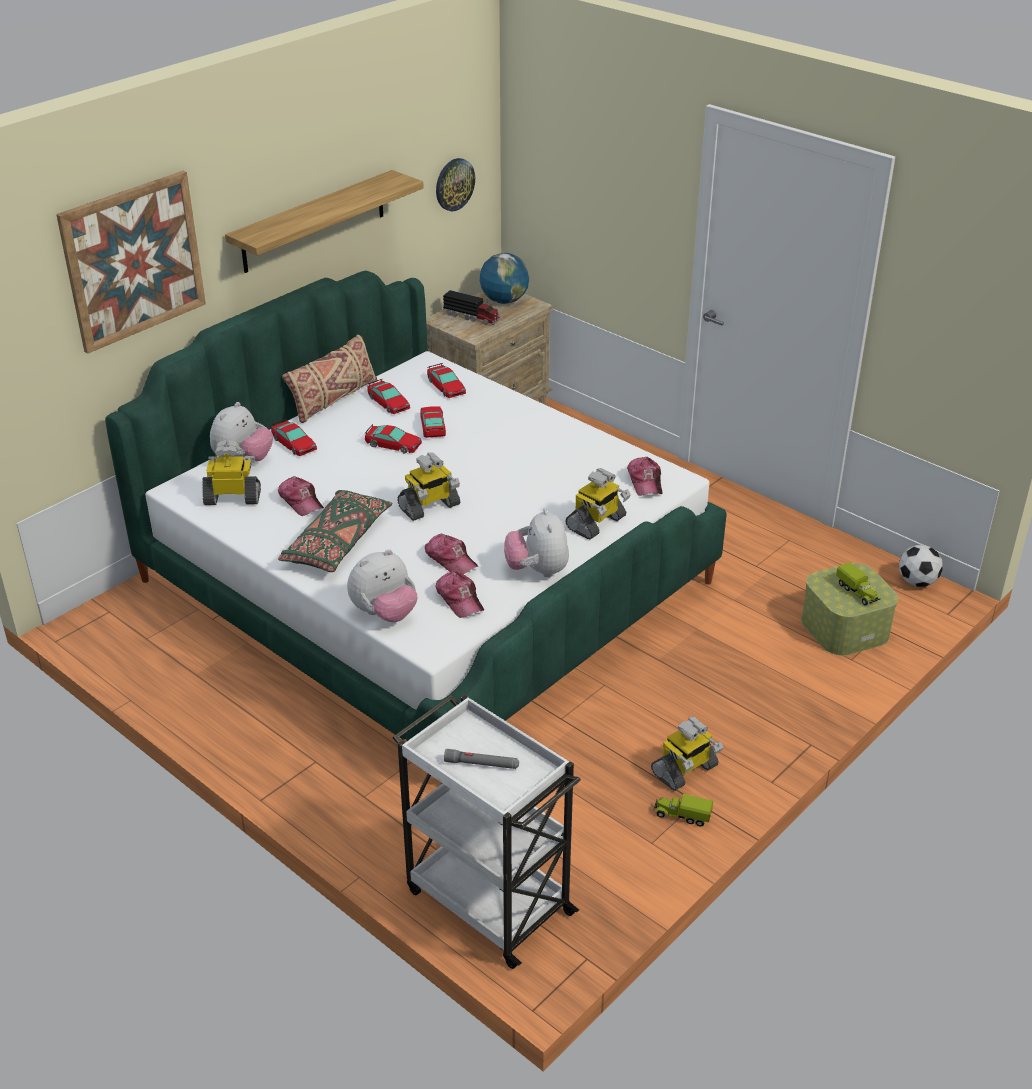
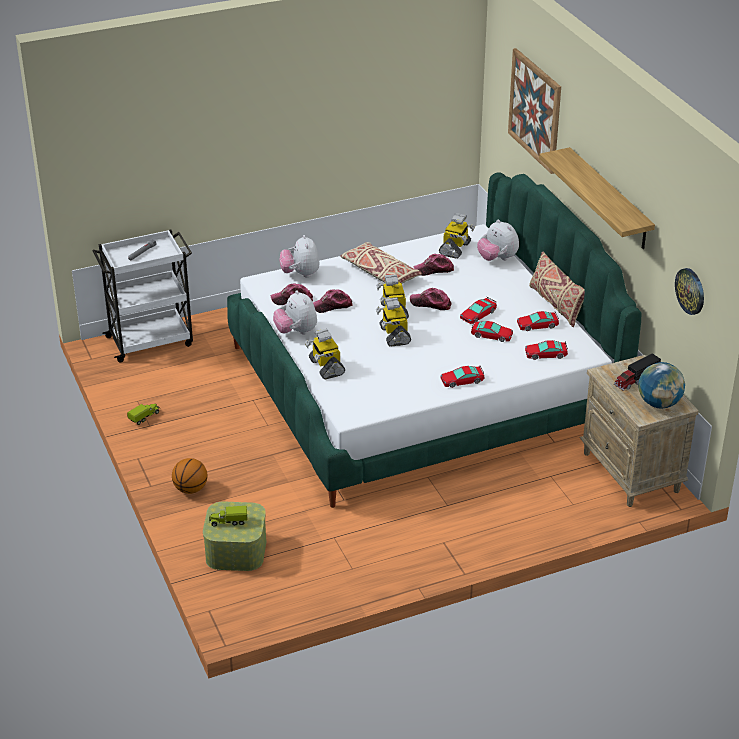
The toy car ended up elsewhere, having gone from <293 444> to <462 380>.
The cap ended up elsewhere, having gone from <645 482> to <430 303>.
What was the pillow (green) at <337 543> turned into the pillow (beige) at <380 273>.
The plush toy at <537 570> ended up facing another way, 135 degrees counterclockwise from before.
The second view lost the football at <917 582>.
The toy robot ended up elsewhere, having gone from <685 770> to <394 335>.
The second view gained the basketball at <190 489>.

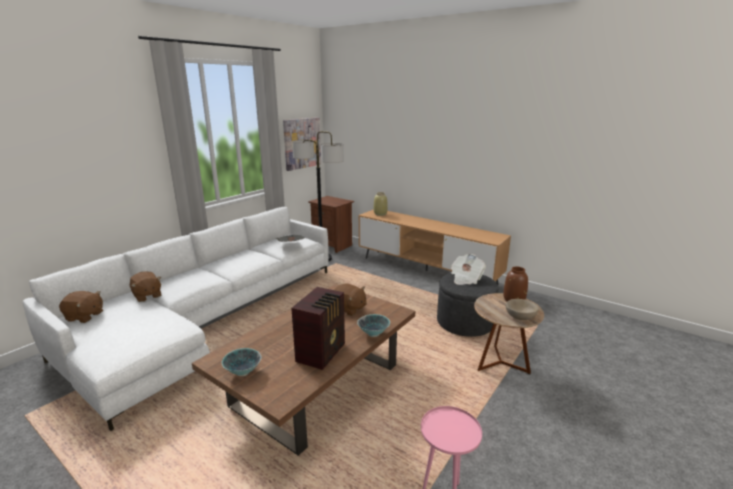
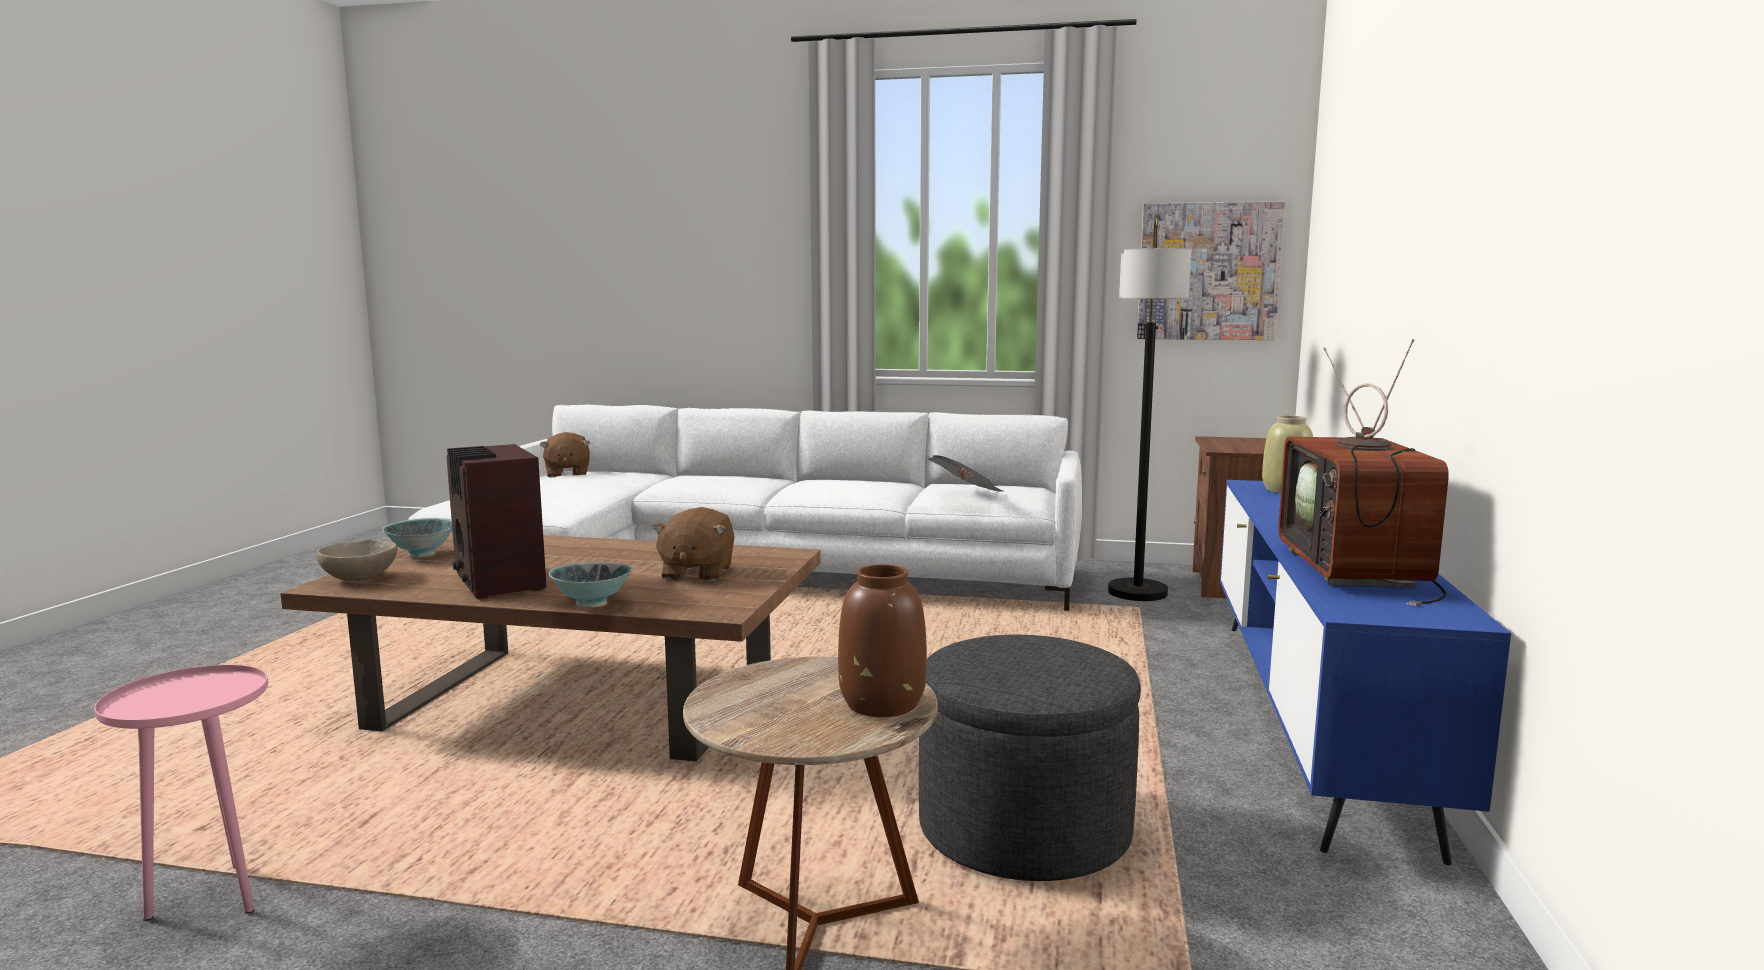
What was the tv stand (brown) at <426 270> turned into the tv stand (blue) at <1310 716>.
The second view lost the newspaper at <466 278>.
The second view lost the plush toy (brown) at <147 296>.
The radio at <322 352> ended up facing another way, 60 degrees clockwise from before.
The bowl (beige) ended up elsewhere, having gone from <520 317> to <360 578>.
The second view gained the television at <1359 571>.

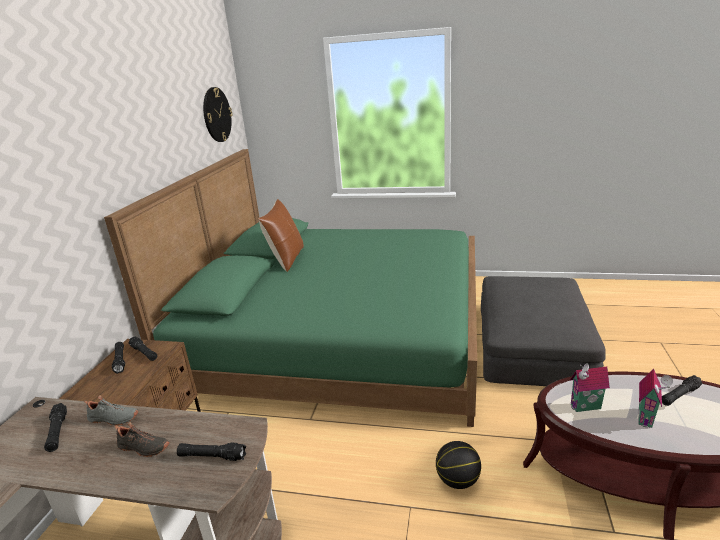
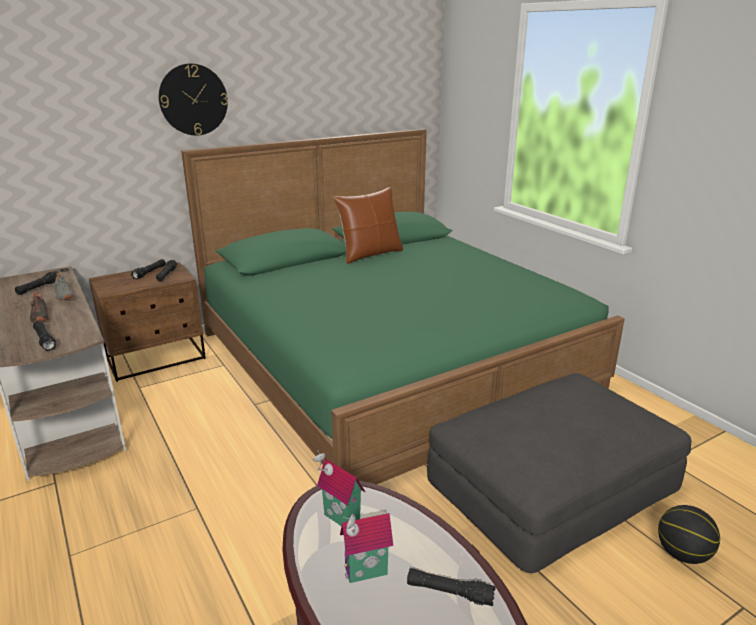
The wall clock ended up elsewhere, having gone from <217 115> to <193 100>.
The basketball ended up elsewhere, having gone from <458 480> to <682 554>.

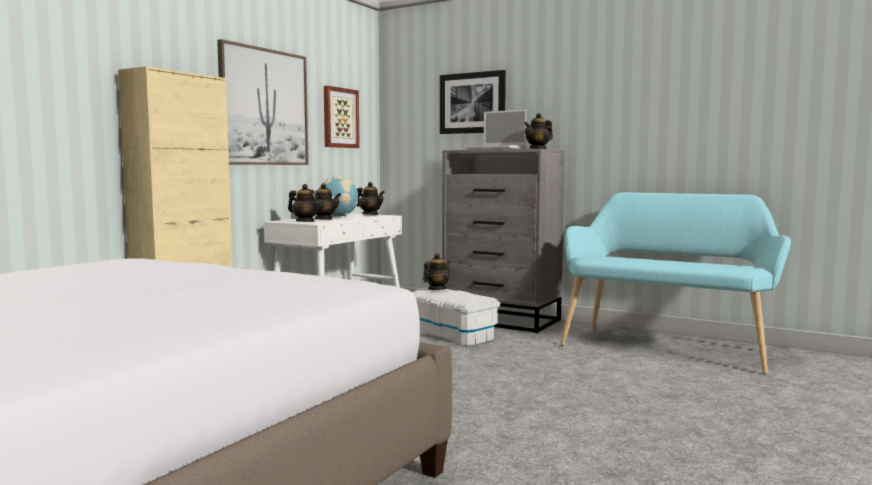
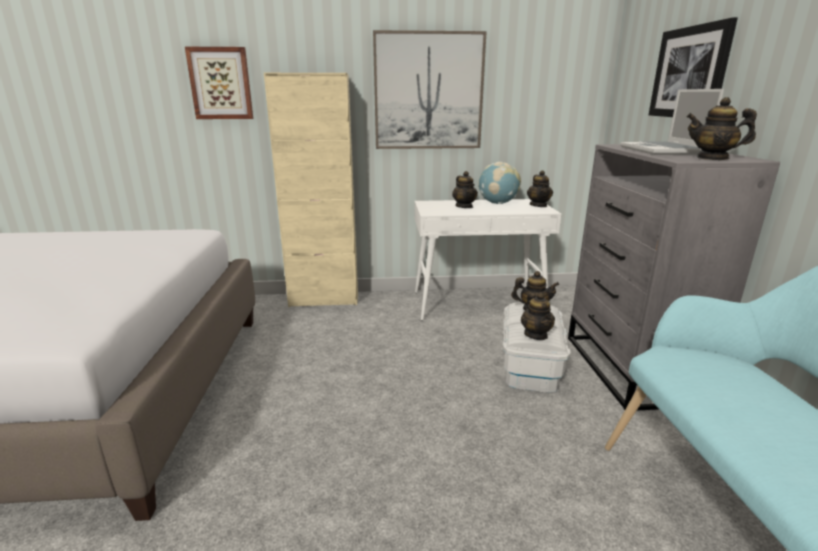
The picture ended up elsewhere, having gone from <340 118> to <221 83>.
The teapot ended up elsewhere, having gone from <305 222> to <536 335>.

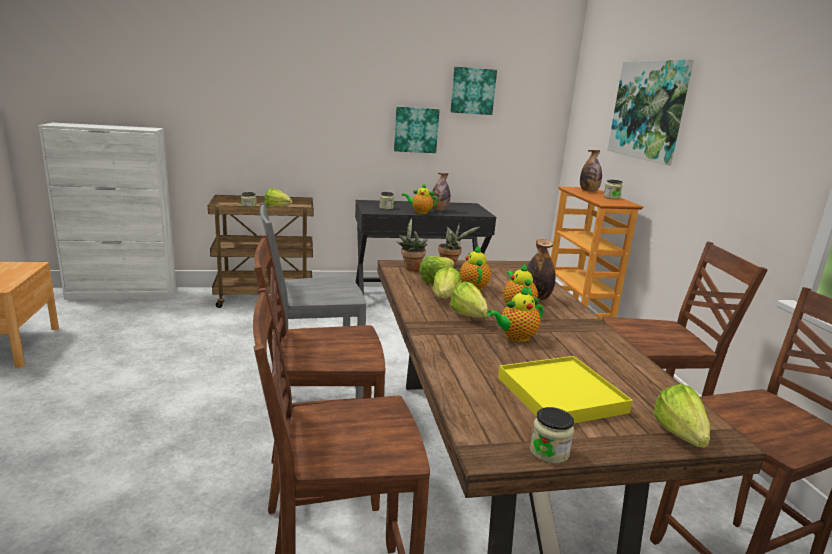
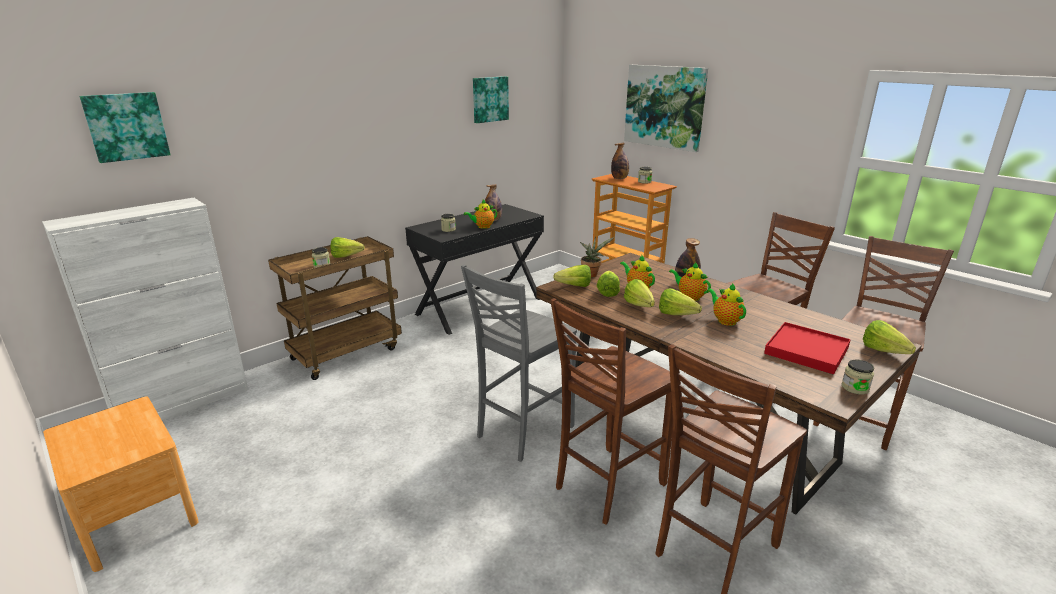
The picture ended up elsewhere, having gone from <416 130> to <126 126>.
Where the potted plant stood at <410 267>, the lettuce came to stand at <571 286>.
The teapot at <515 337> ended up facing another way, 120 degrees clockwise from before.
What was the tray (yellow) at <560 395> turned into the tray (red) at <806 351>.

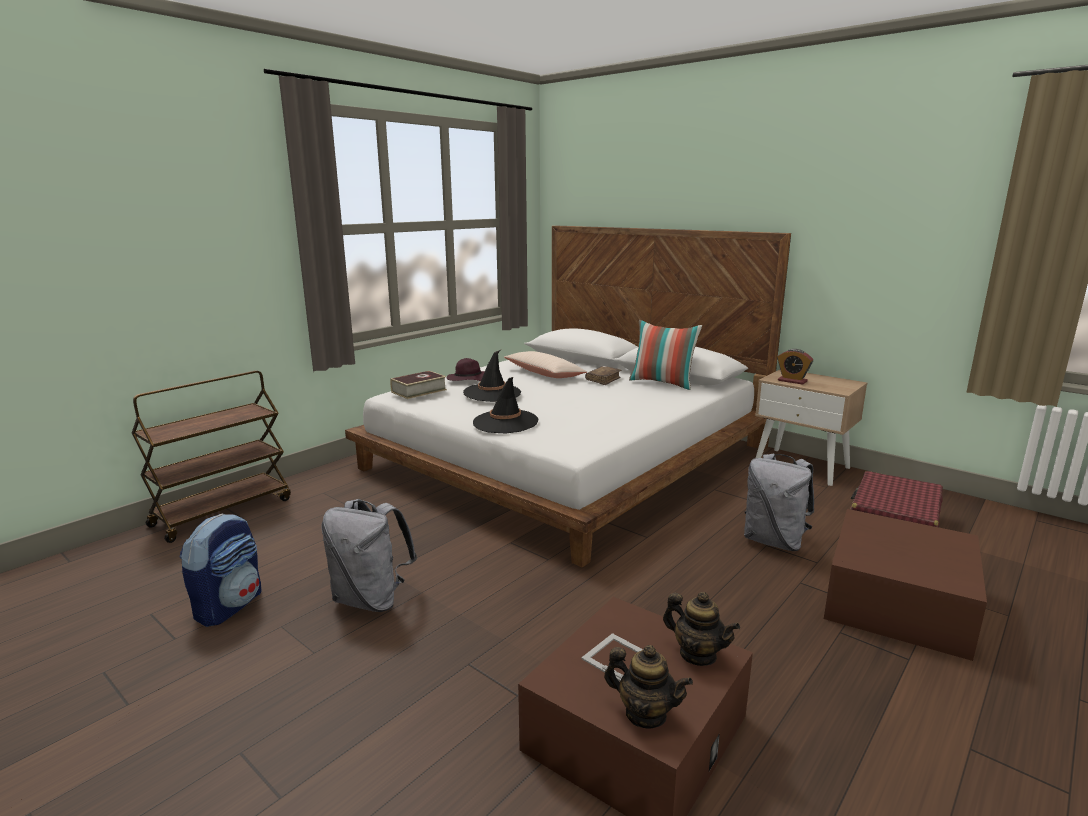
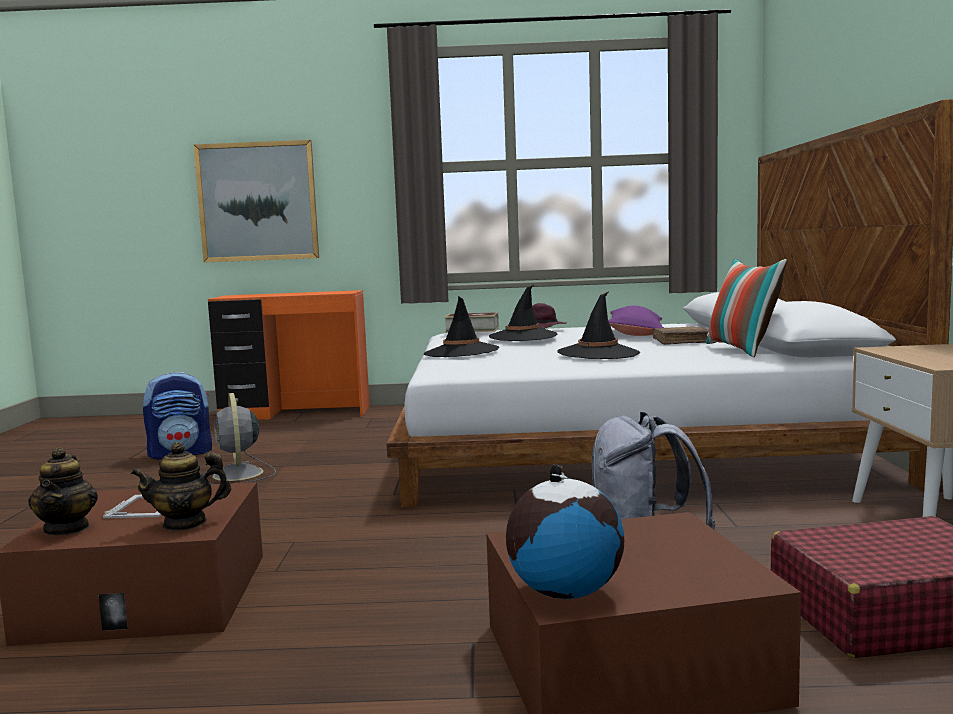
The second view lost the alarm clock at <792 381>.
What was the pillow (beige) at <544 374> turned into the pillow (purple) at <635 333>.
Where the cart (brown) stood at <223 512>, the desk (orange) came to stand at <296 413>.
Where the backpack (grey) stood at <371 599>, the fan (grey) came to stand at <238 474>.
The teapot at <697 654> ended up facing another way, 75 degrees clockwise from before.
The second view gained the picture at <257 202>.
The second view gained the hat (black) at <598 353>.
The second view gained the globe at <565 592>.

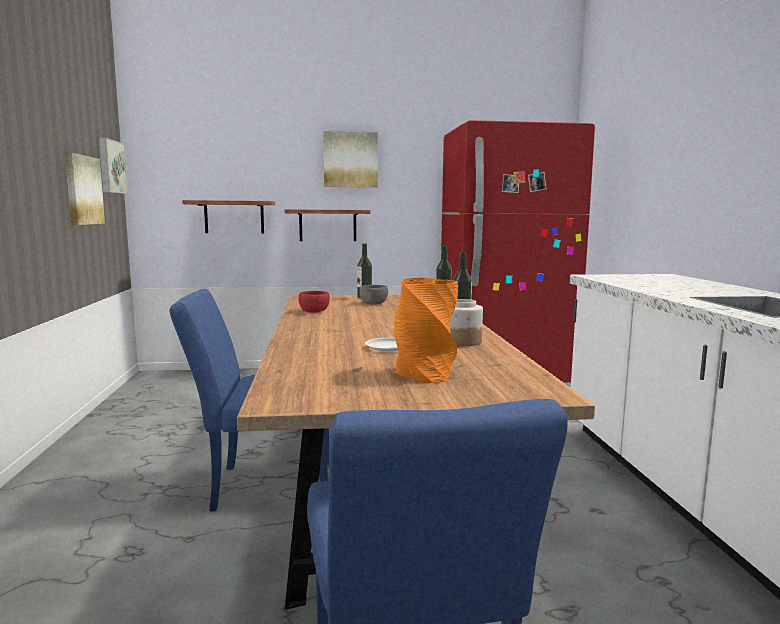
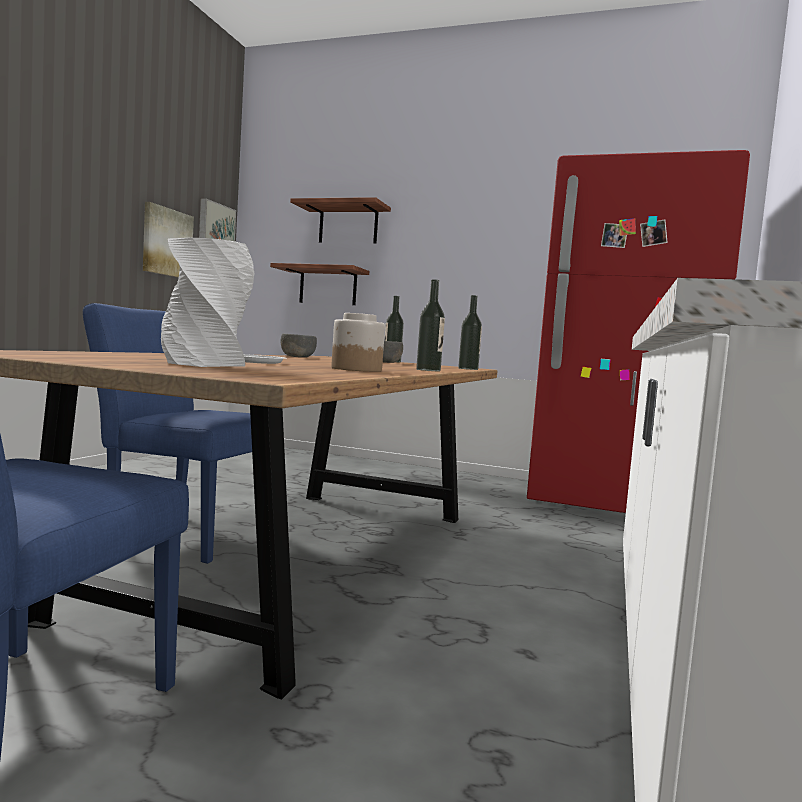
The second view lost the picture at <350 159>.
The shelf ended up elsewhere, having gone from <327 225> to <348 225>.
What was the vase (orange) at <424 373> turned into the vase (white) at <204 364>.
What was the bowl (red) at <314 311> turned into the bowl (grey) at <298 357>.

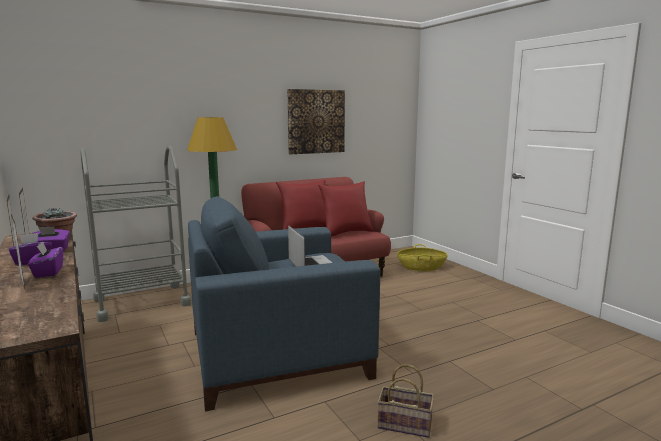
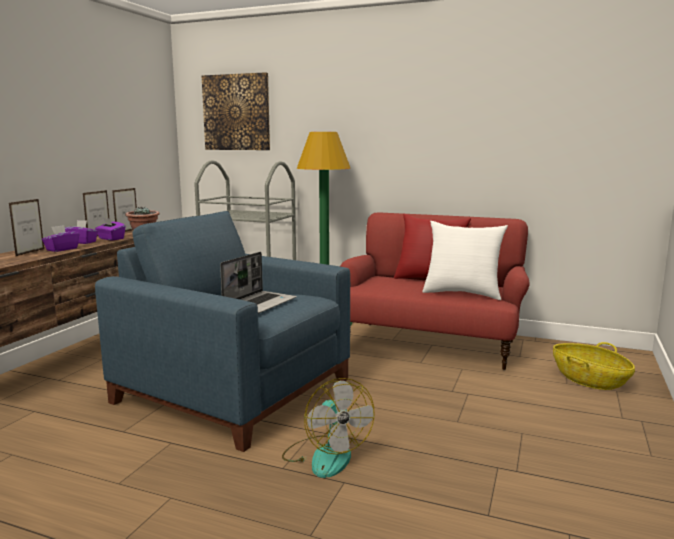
The picture ended up elsewhere, having gone from <316 121> to <236 112>.
What was the pillow (red) at <346 233> turned into the pillow (white) at <462 293>.
The second view lost the basket at <406 424>.
The second view gained the fan at <326 455>.

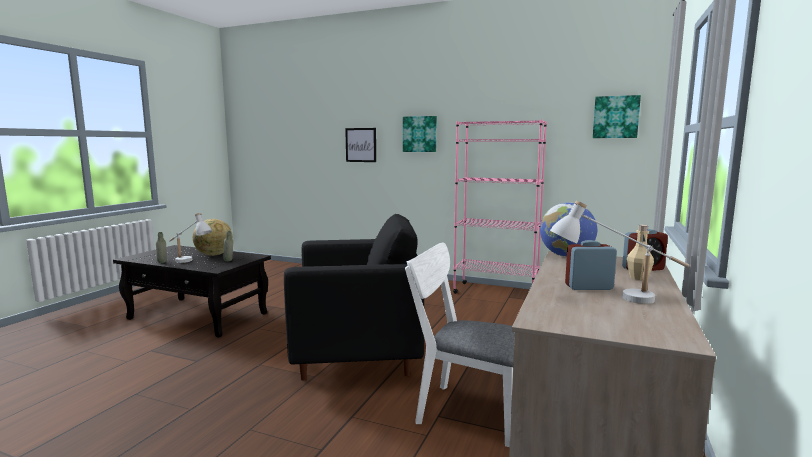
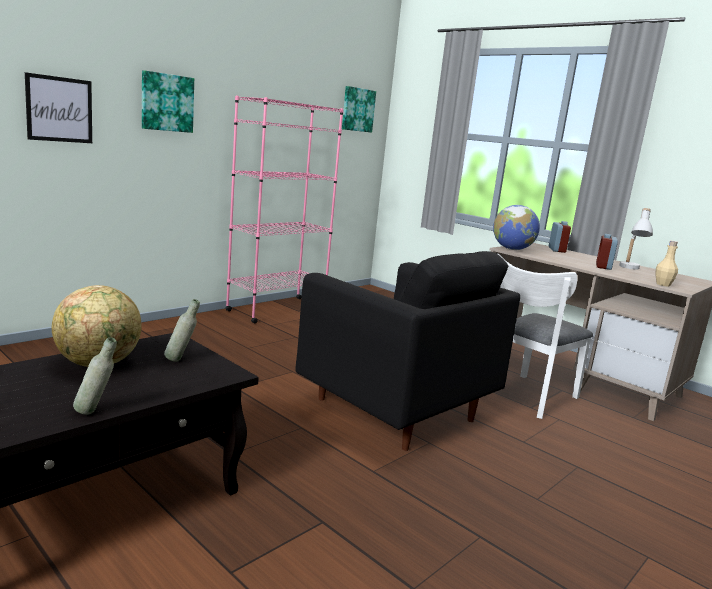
The second view lost the table lamp (white) at <190 262>.
The armchair (black) at <358 358> ended up facing another way, 120 degrees clockwise from before.
The bottle (beige) ended up elsewhere, having gone from <638 278> to <663 284>.

